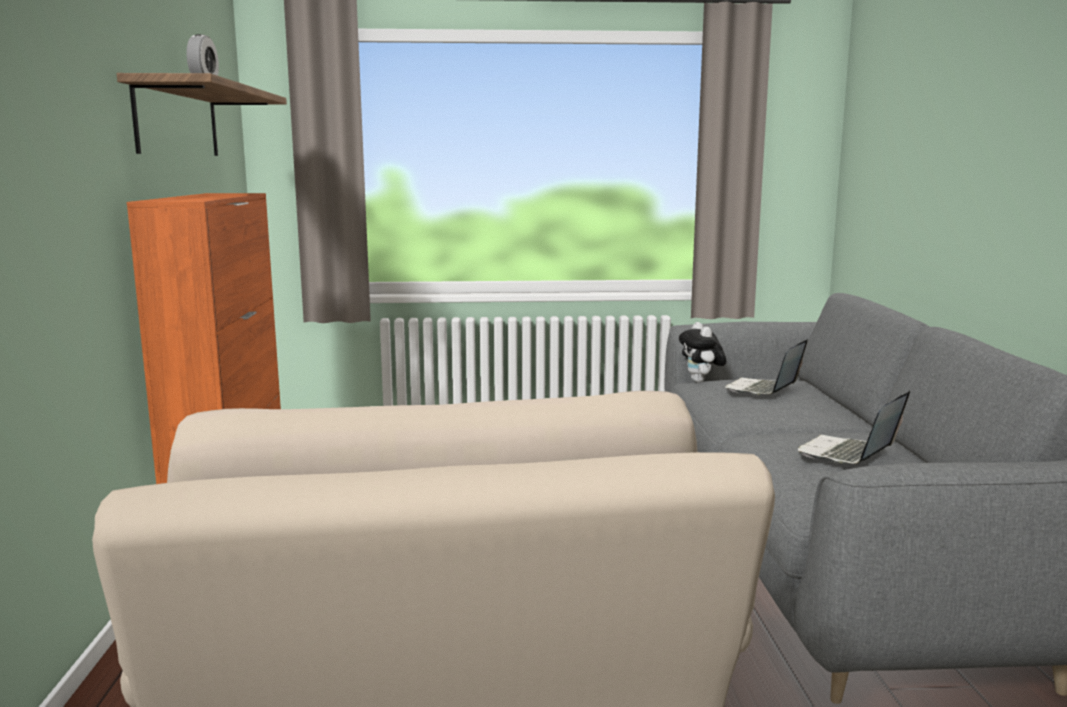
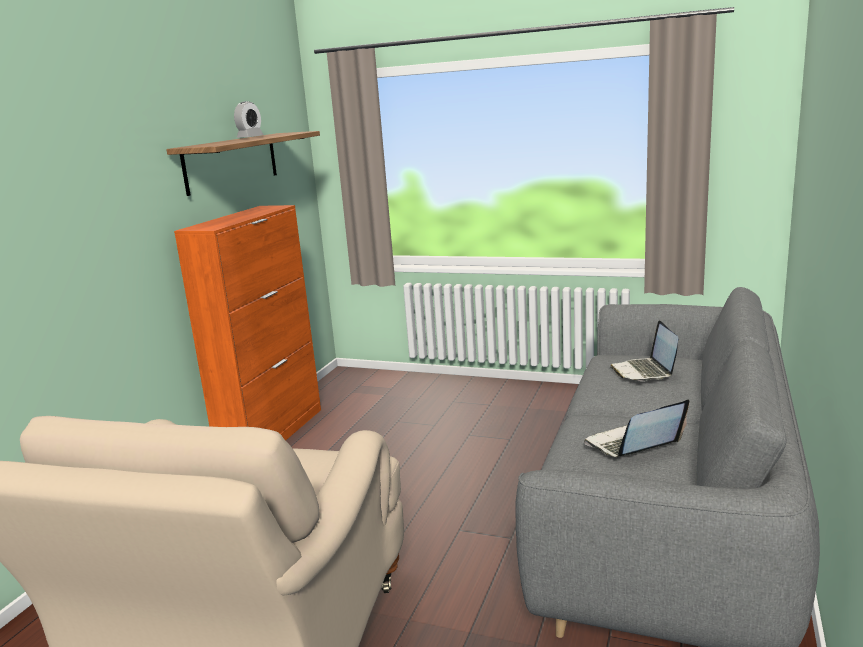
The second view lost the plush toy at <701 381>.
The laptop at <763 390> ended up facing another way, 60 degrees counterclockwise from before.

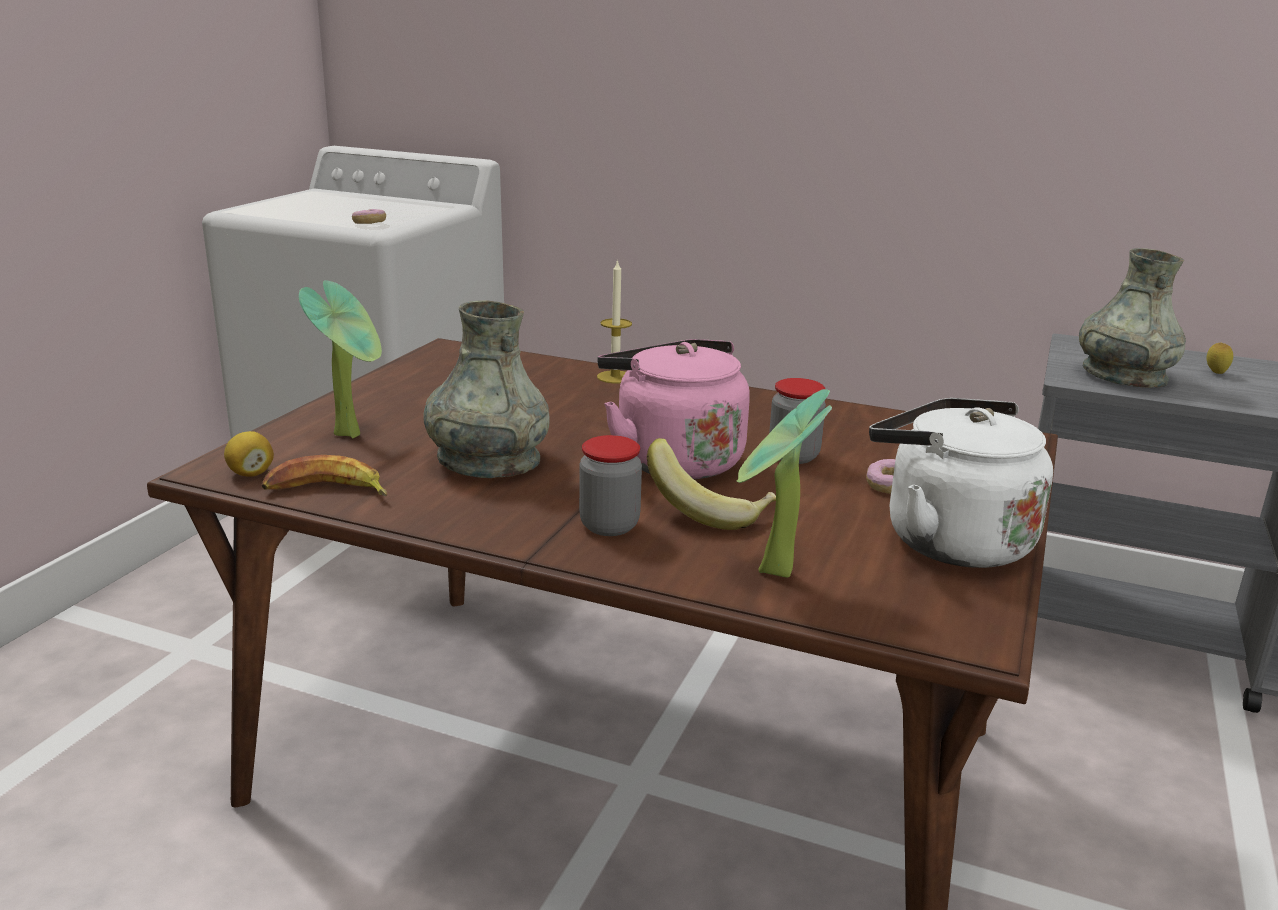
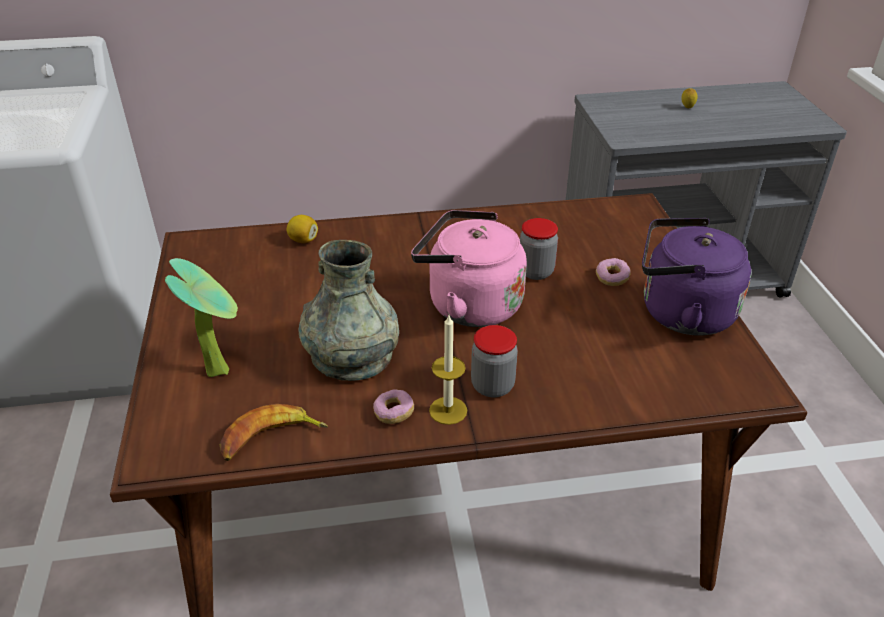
The donut ended up elsewhere, having gone from <369 224> to <394 413>.
The second view lost the vase (grey) at <1123 376>.
The candle ended up elsewhere, having gone from <615 377> to <448 410>.
The second view lost the potted plant at <771 575>.
What was the kettle (white) at <948 540> turned into the kettle (purple) at <680 313>.
The lemon ended up elsewhere, having gone from <251 473> to <303 240>.
The second view lost the banana at <710 512>.

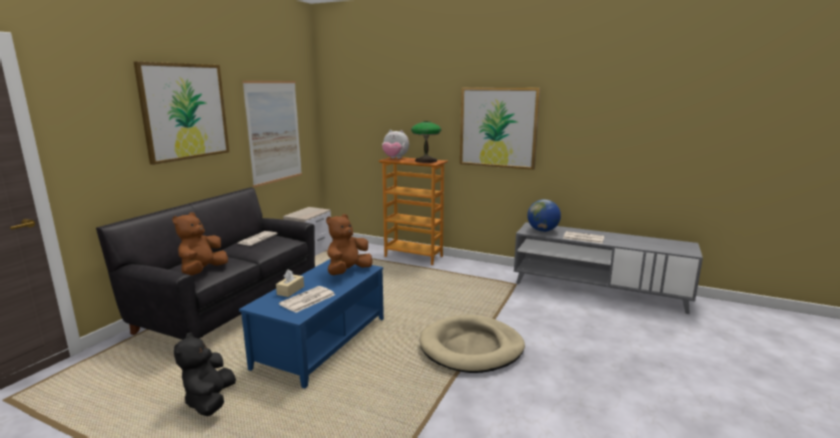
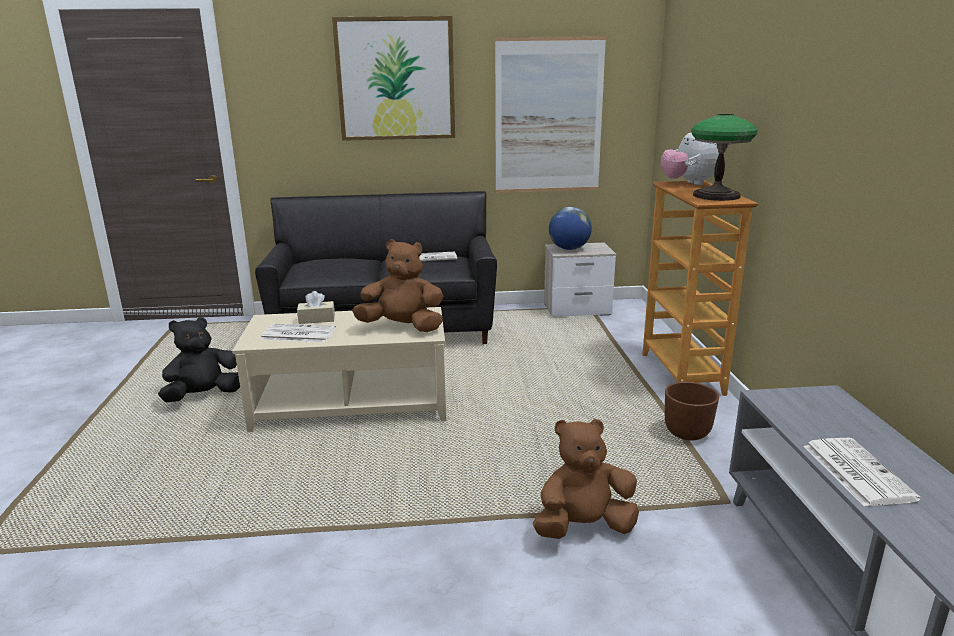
The second view lost the picture at <498 127>.
The globe ended up elsewhere, having gone from <542 230> to <569 249>.
The plush toy (brown) ended up elsewhere, having gone from <202 271> to <583 527>.
What was the coffee table (blue) at <321 342> turned into the coffee table (beige) at <351 404>.
The second view lost the dog bed (beige) at <471 348>.
The second view gained the planter (brown) at <688 433>.

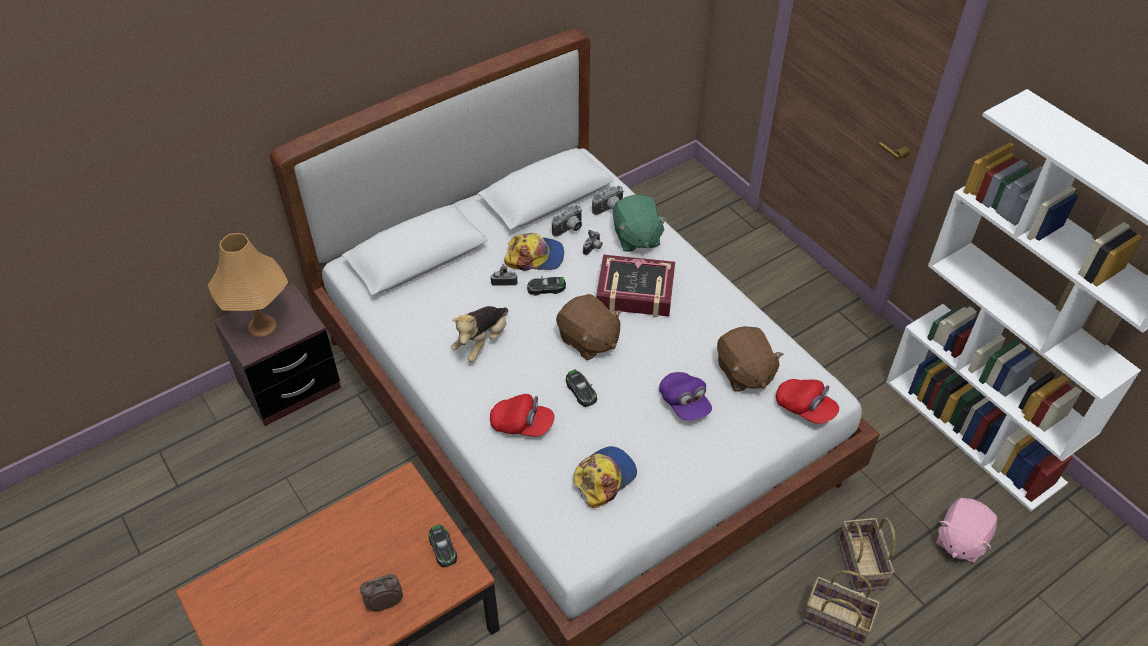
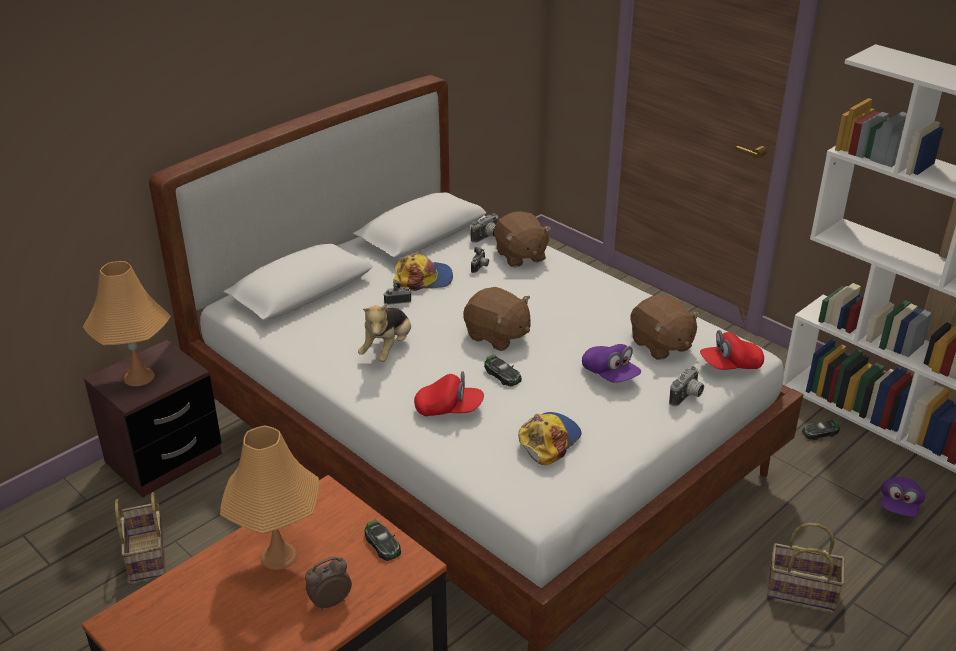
What was the plush toy (green) at <636 237> turned into the plush toy (brown) at <520 256>.
The photo camera ended up elsewhere, having gone from <569 230> to <687 397>.
The second view lost the book at <635 292>.
The toy car ended up elsewhere, having gone from <546 288> to <820 432>.
The cap (red) at <805 408> ended up facing another way, 135 degrees clockwise from before.
Where the plush toy (pink) stood at <960 540>, the cap (purple) came to stand at <899 506>.
The basket ended up elsewhere, having gone from <862 565> to <148 556>.
The second view gained the table lamp (orange) at <278 556>.

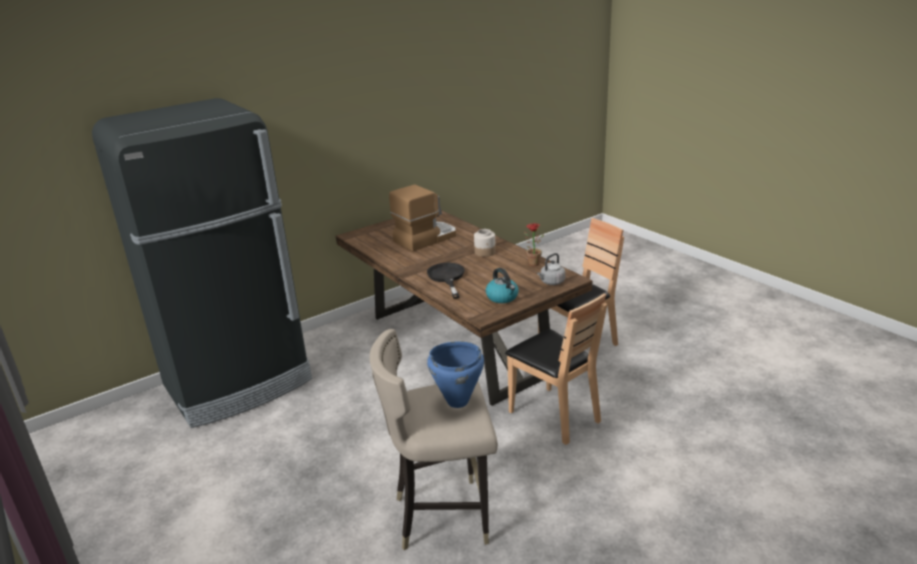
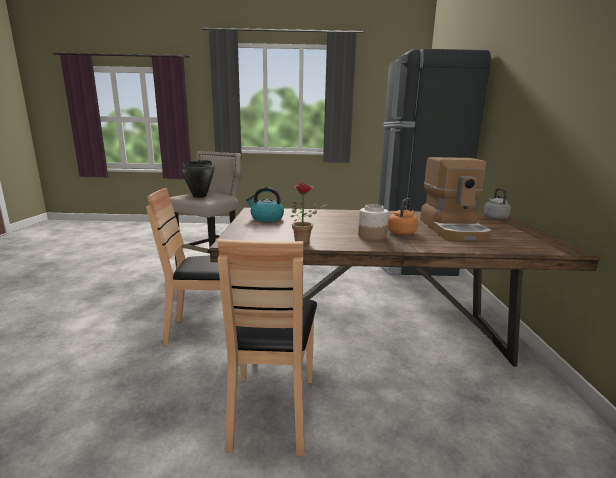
The kettle (grey) ended up elsewhere, having gone from <551 282> to <494 217>.
The second view lost the frying pan (black) at <447 278>.
What was the cooking pot (blue) at <457 401> turned into the cooking pot (black) at <200 196>.
The second view gained the kettle (orange) at <402 232>.

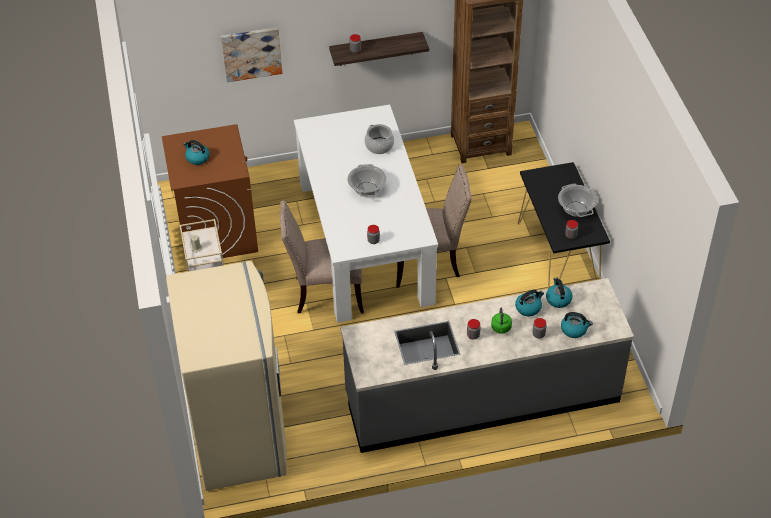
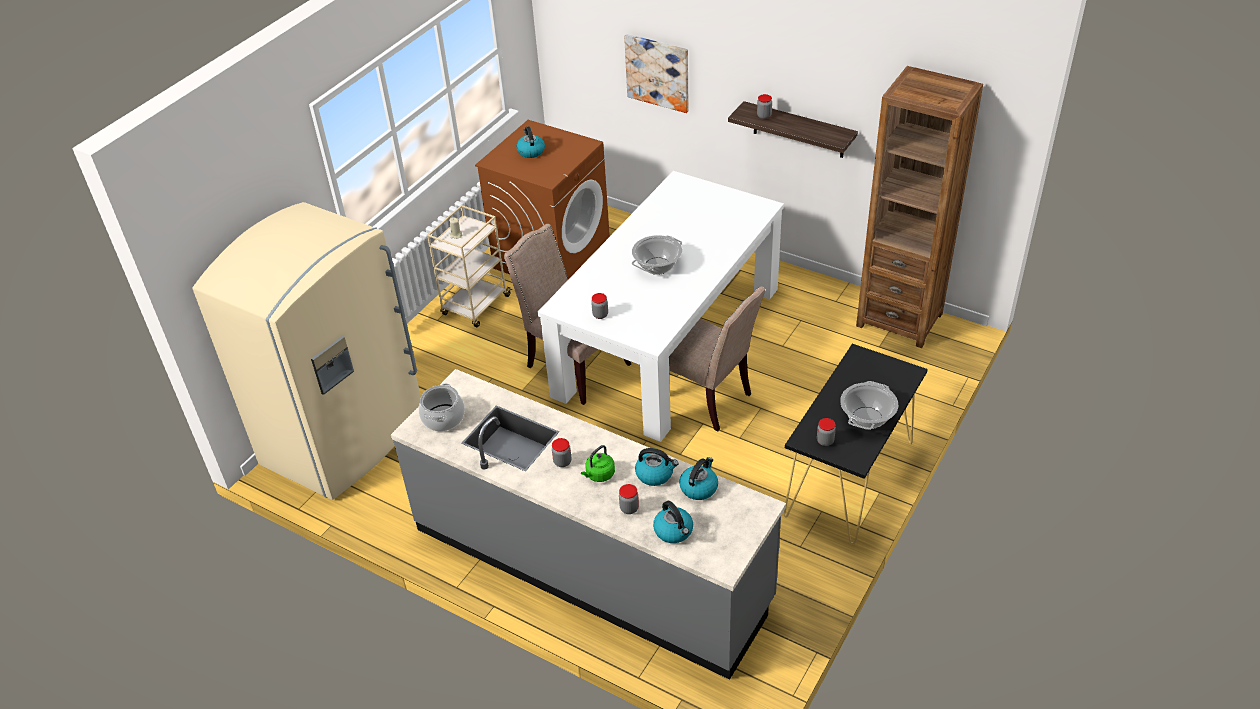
The cooking pot ended up elsewhere, having gone from <379 146> to <443 418>.

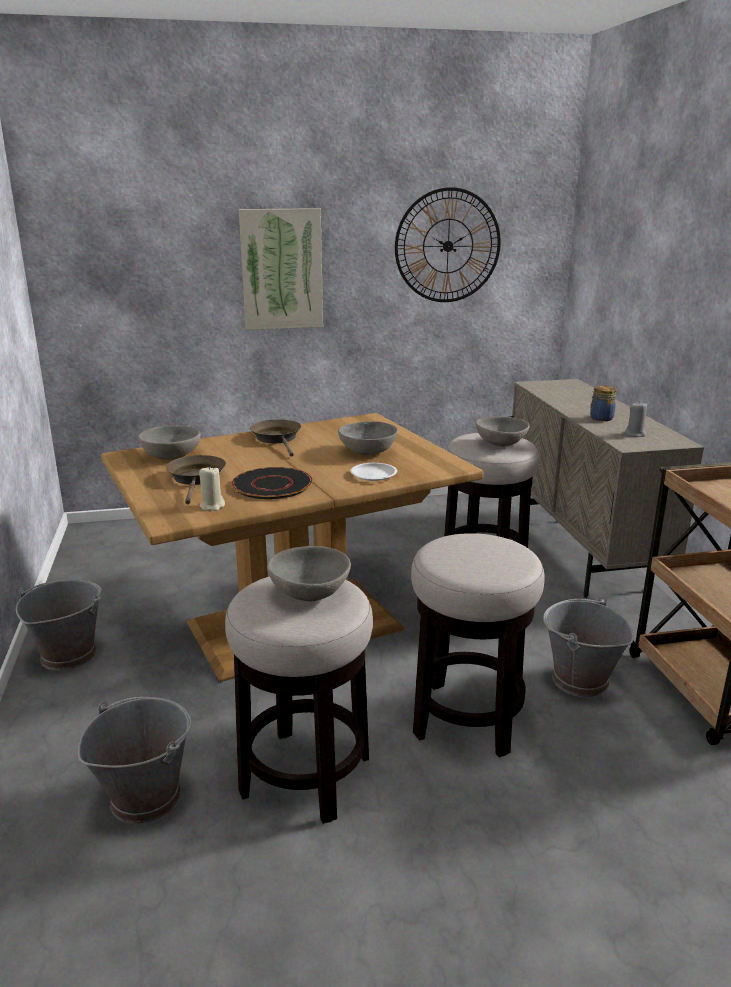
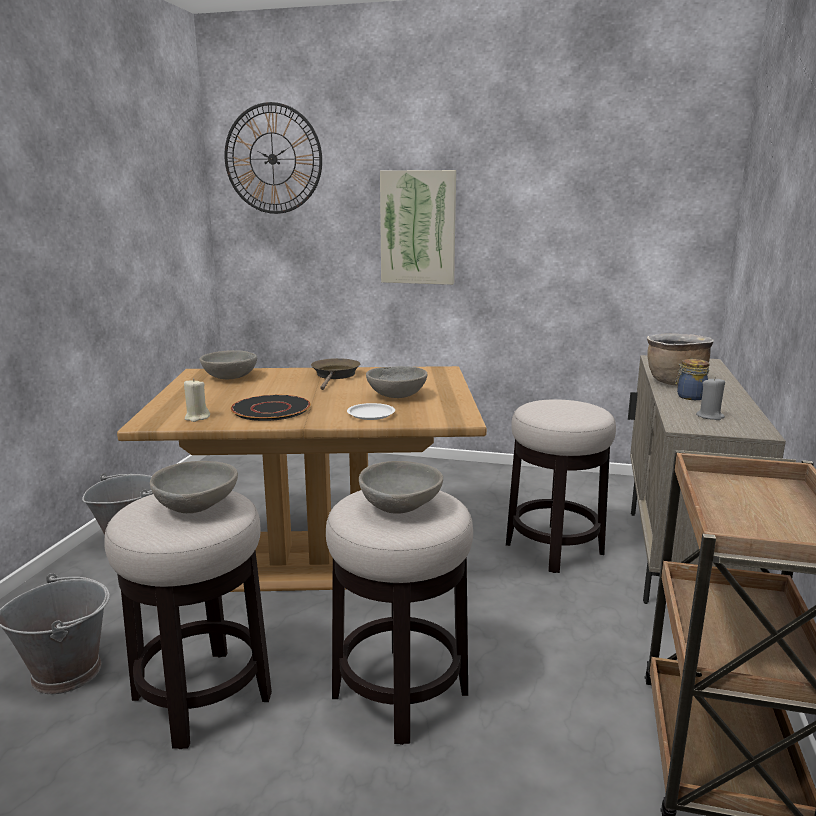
The wall clock ended up elsewhere, having gone from <448 246> to <272 159>.
The bowl (grey) ended up elsewhere, having gone from <501 444> to <400 507>.
The second view lost the frying pan (brown) at <197 479>.
The second view lost the bucket (grey) at <579 680>.
The second view gained the cooking pot (brown) at <674 382>.

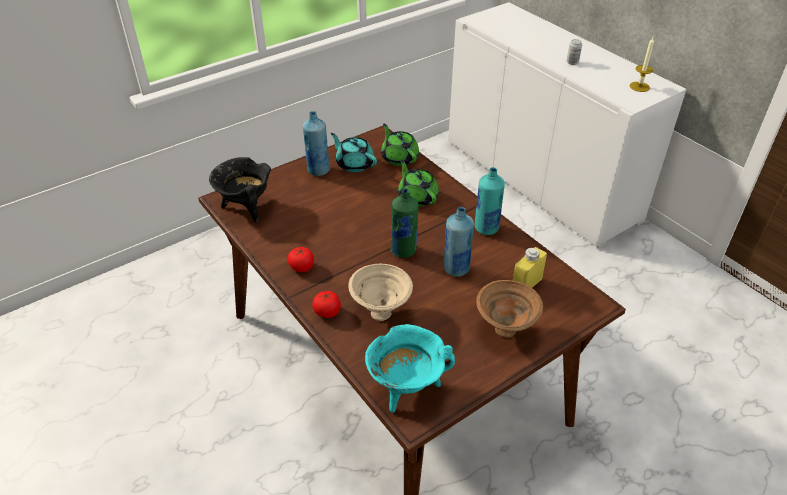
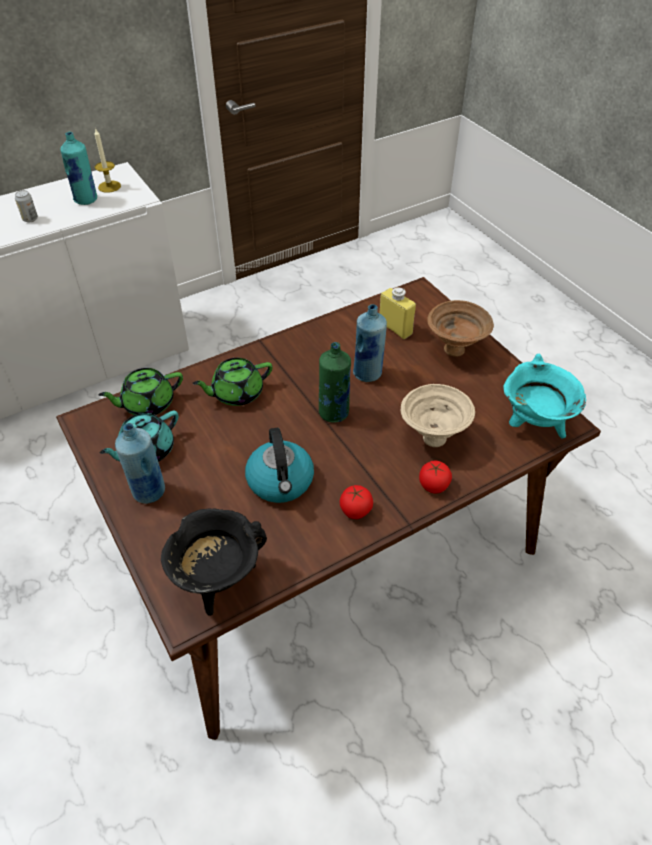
The bottle (turquoise) ended up elsewhere, having gone from <486 228> to <86 200>.
The second view gained the kettle at <281 482>.

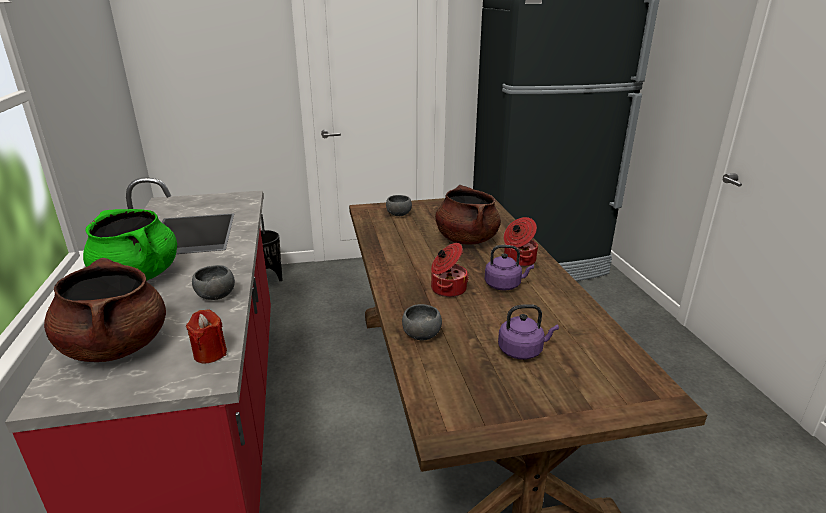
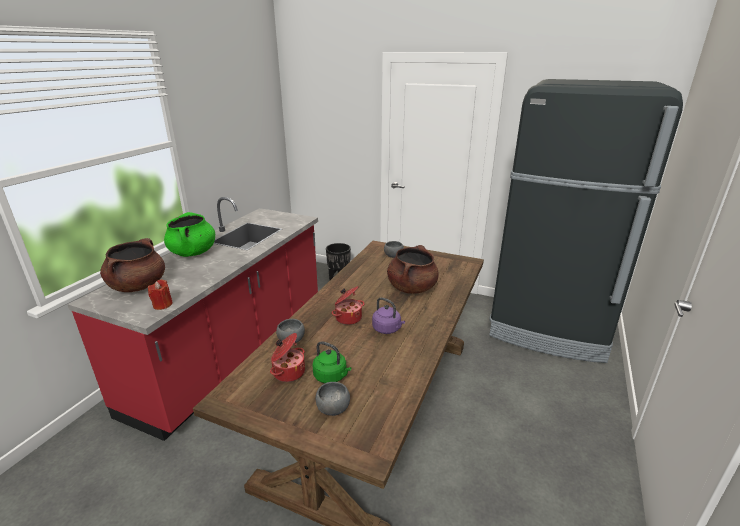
The cooking pot ended up elsewhere, having gone from <518 260> to <288 372>.
The bowl (grey) ended up elsewhere, having gone from <215 296> to <332 408>.
What was the kettle (purple) at <522 351> turned into the kettle (green) at <331 376>.

